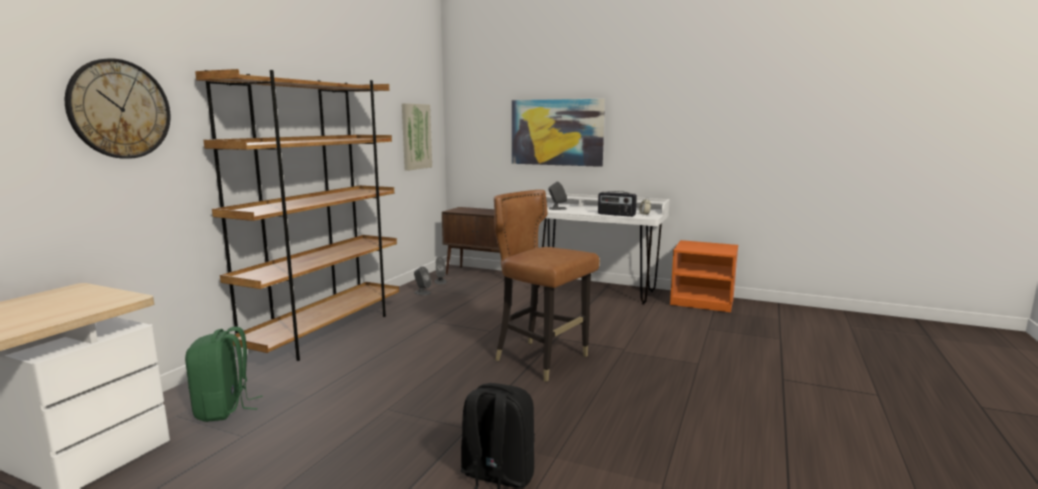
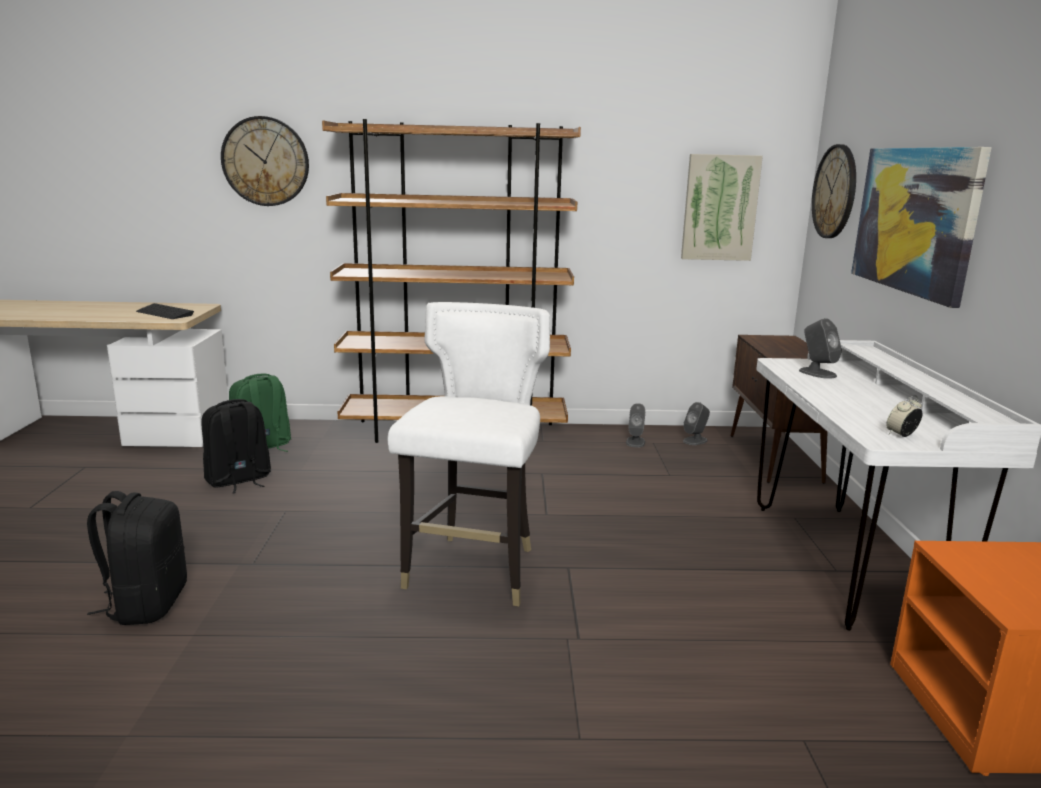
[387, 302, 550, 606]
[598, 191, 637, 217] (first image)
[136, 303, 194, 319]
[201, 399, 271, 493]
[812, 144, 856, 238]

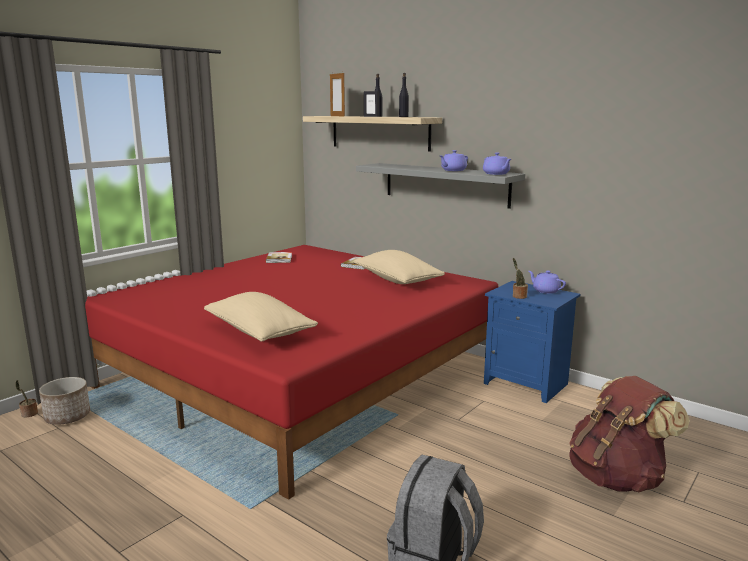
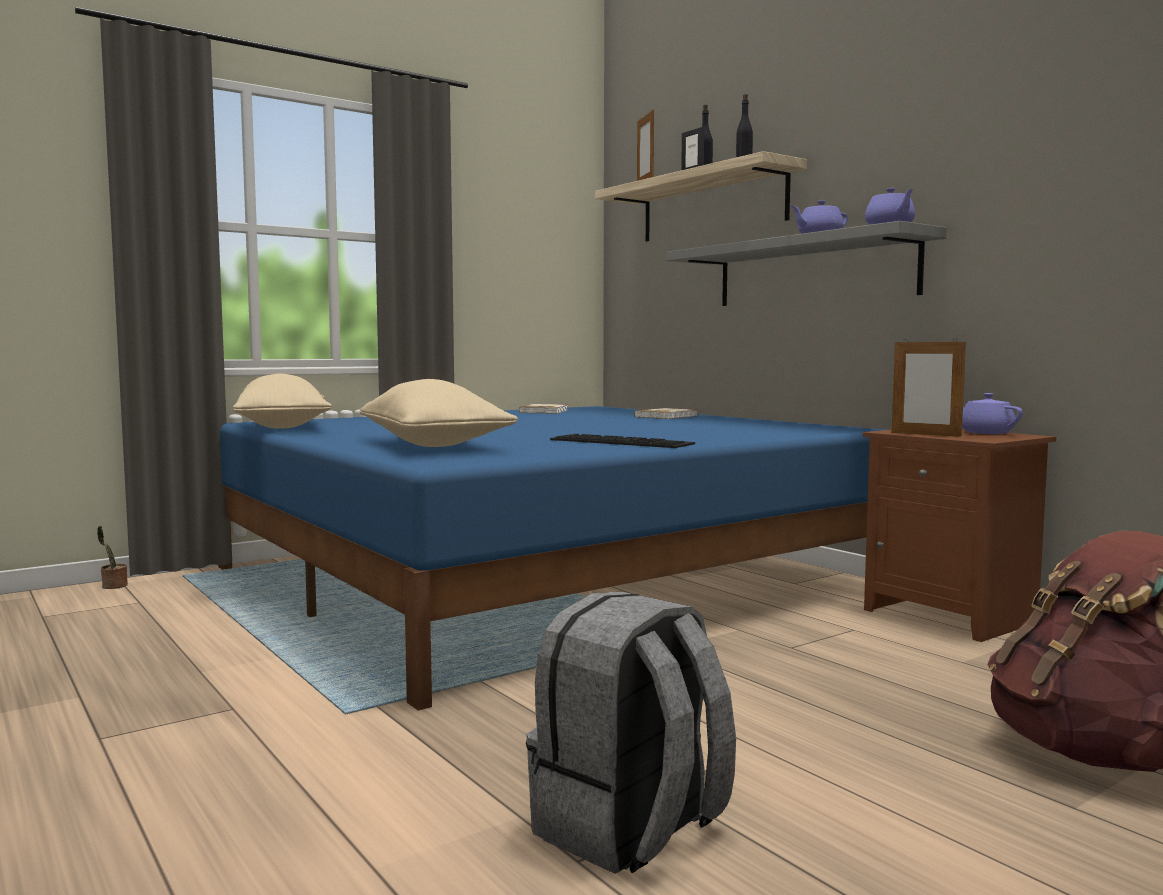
[39, 377, 90, 425] (first image)
[218, 406, 884, 711]
[233, 374, 332, 429]
[863, 429, 1056, 642]
[892, 338, 966, 437]
[550, 434, 695, 448]

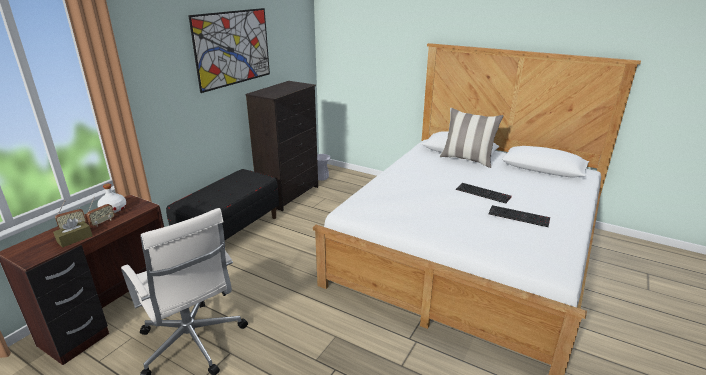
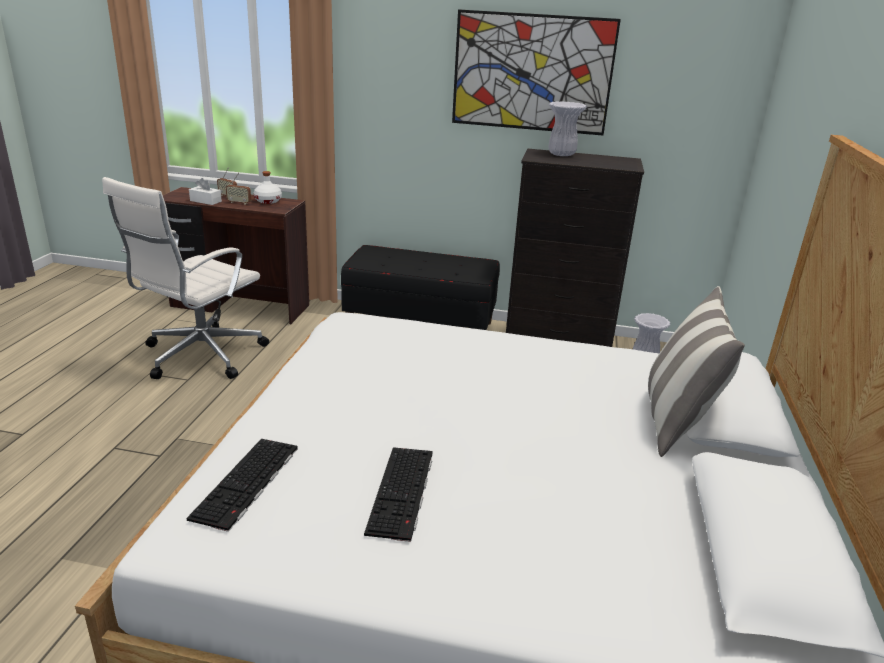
[189, 178, 222, 205]
[186, 439, 298, 532]
[548, 101, 587, 156]

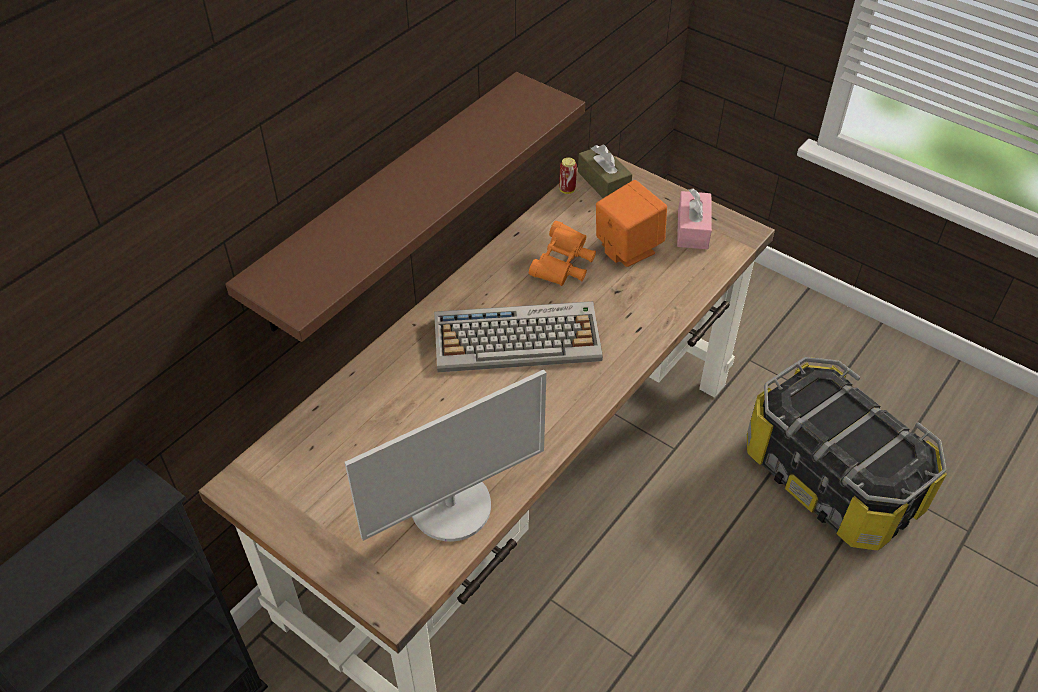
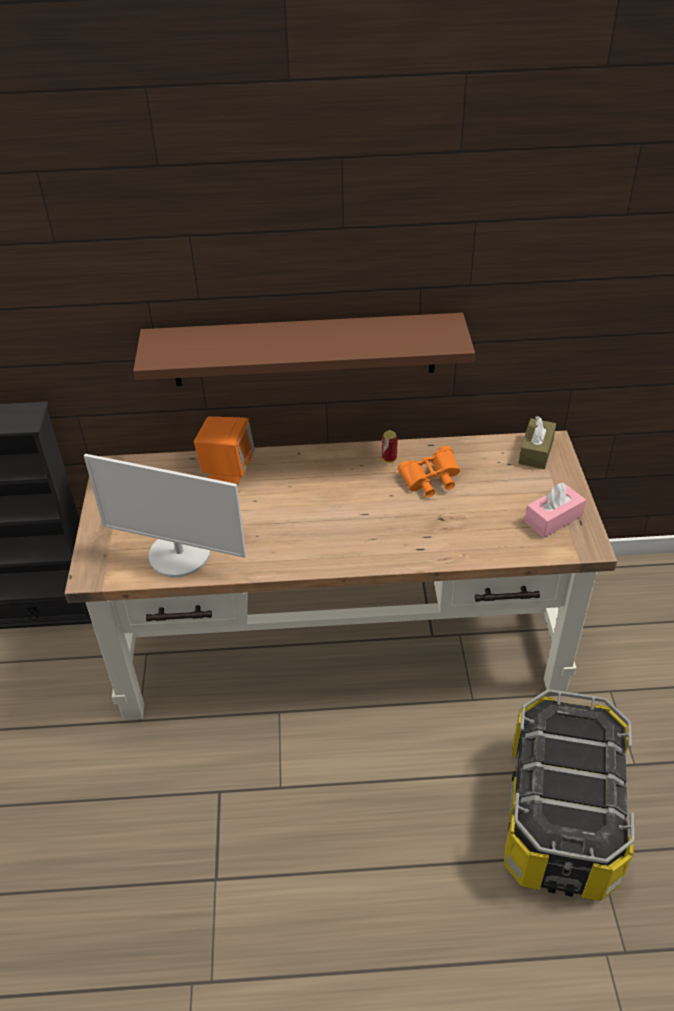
[434, 301, 603, 372] (first image)
[382, 431, 398, 463]
[194, 417, 255, 484]

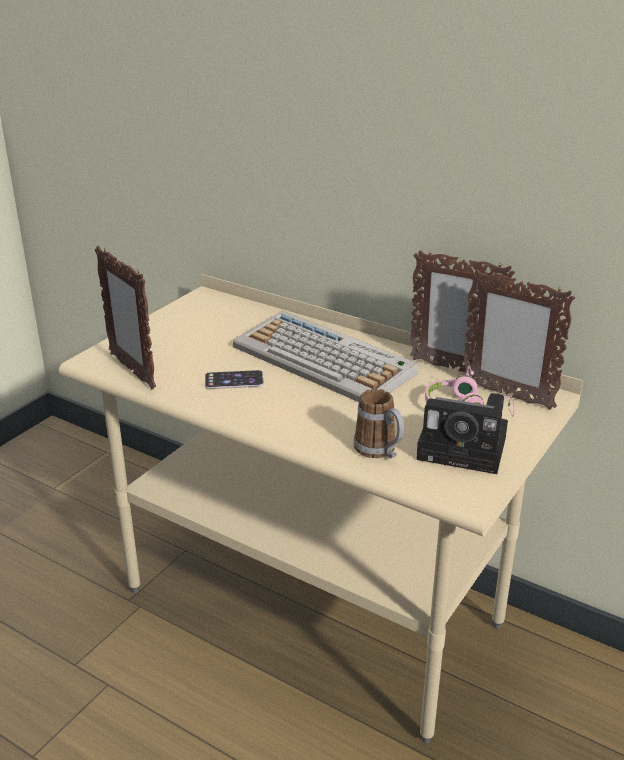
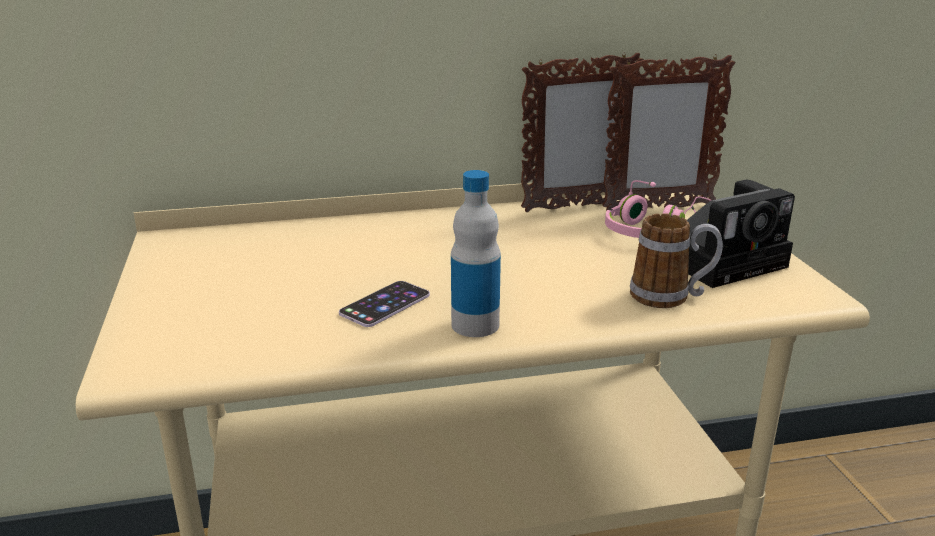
[95, 246, 156, 389] (first image)
[233, 311, 418, 402] (first image)
[451, 170, 501, 337]

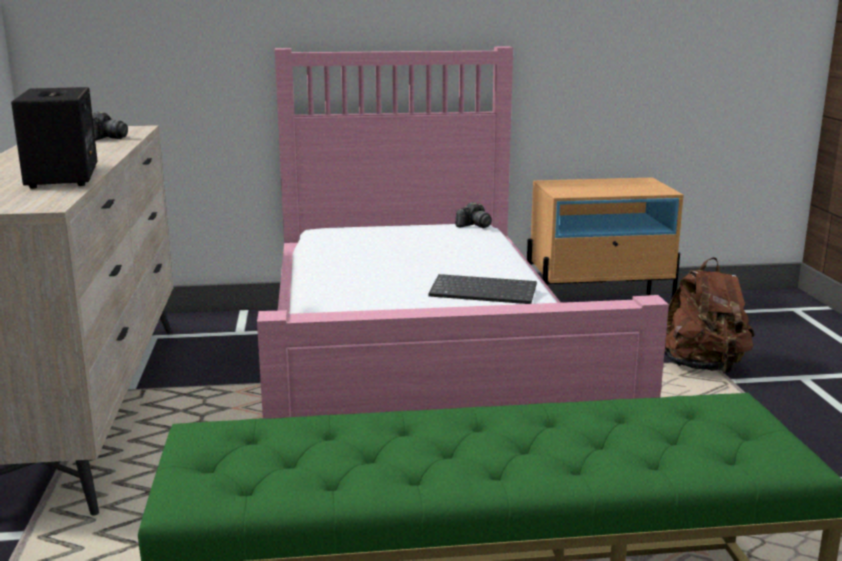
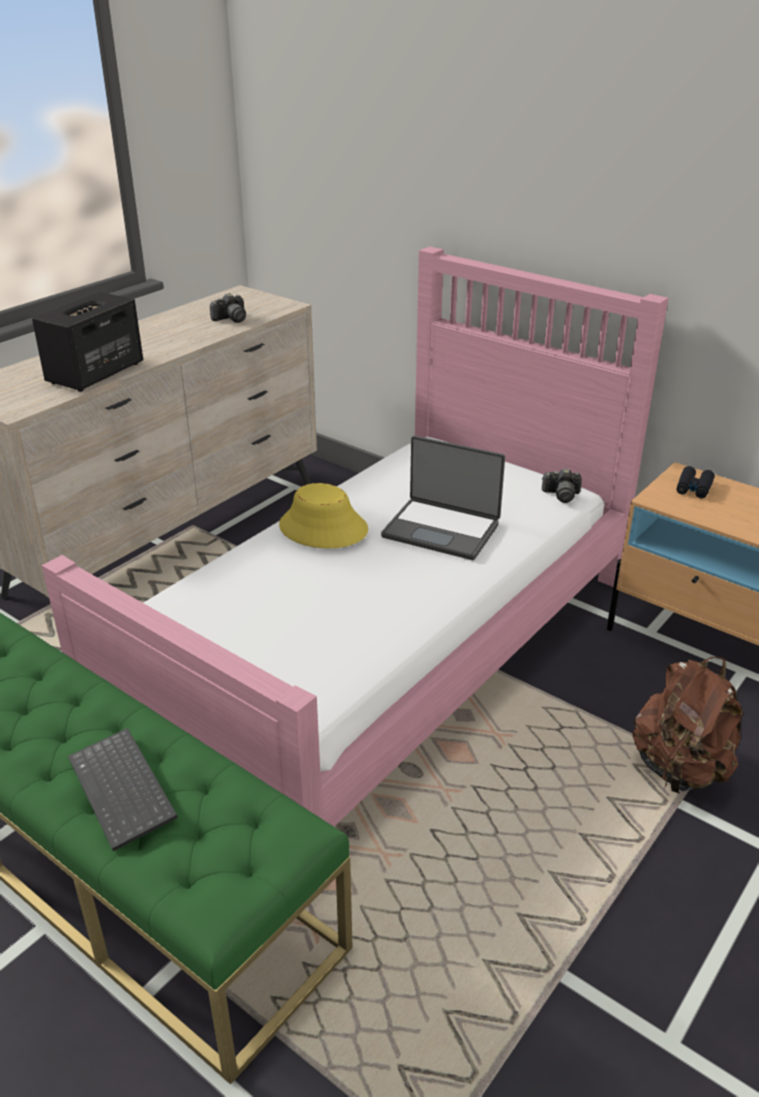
[68, 728, 178, 851]
[279, 483, 368, 548]
[381, 436, 505, 560]
[677, 466, 715, 498]

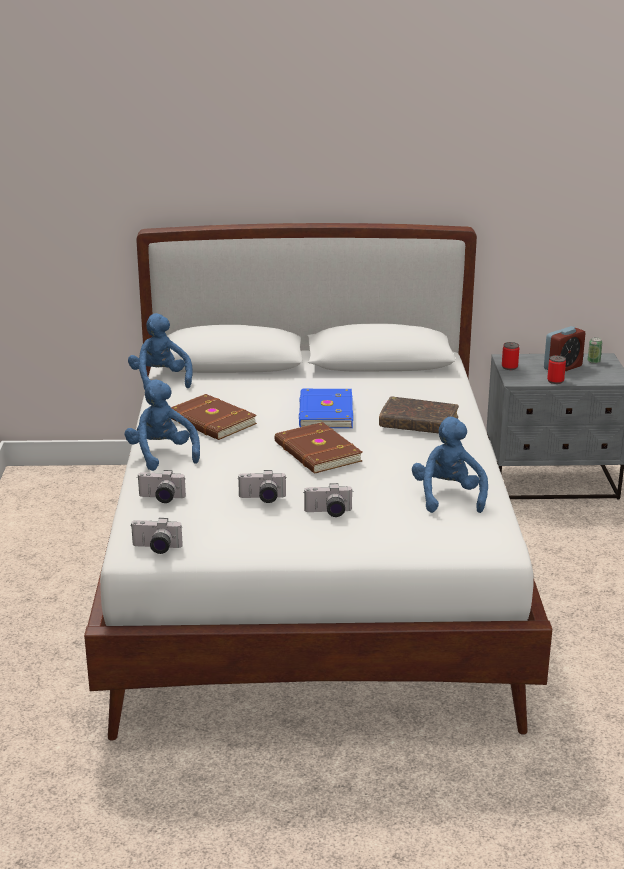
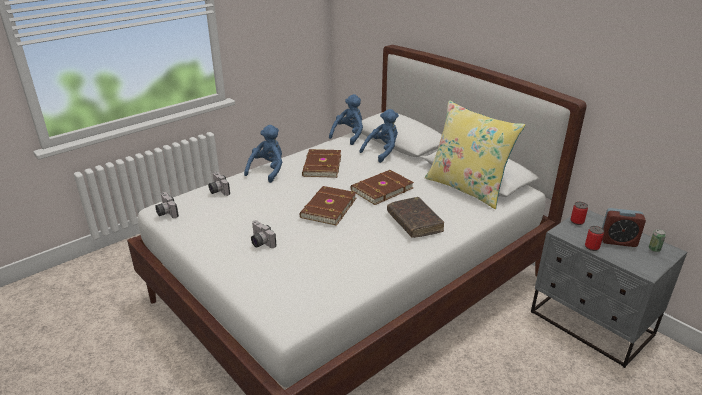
[238, 470, 287, 503] (first image)
[351, 170, 414, 205]
[360, 109, 399, 163]
[425, 100, 525, 209]

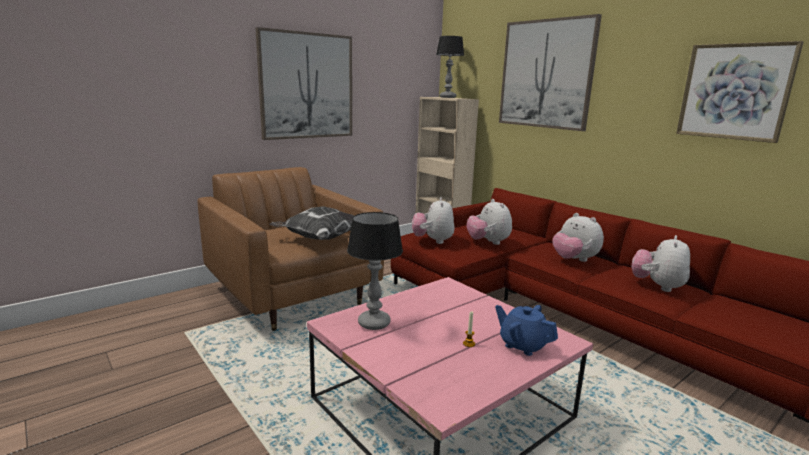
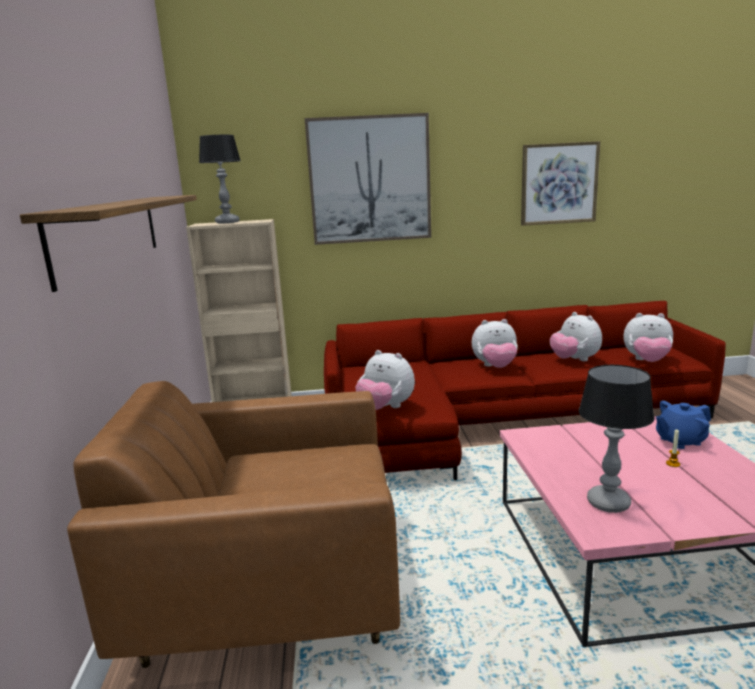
[20, 195, 197, 292]
[269, 206, 354, 240] (first image)
[624, 313, 673, 362]

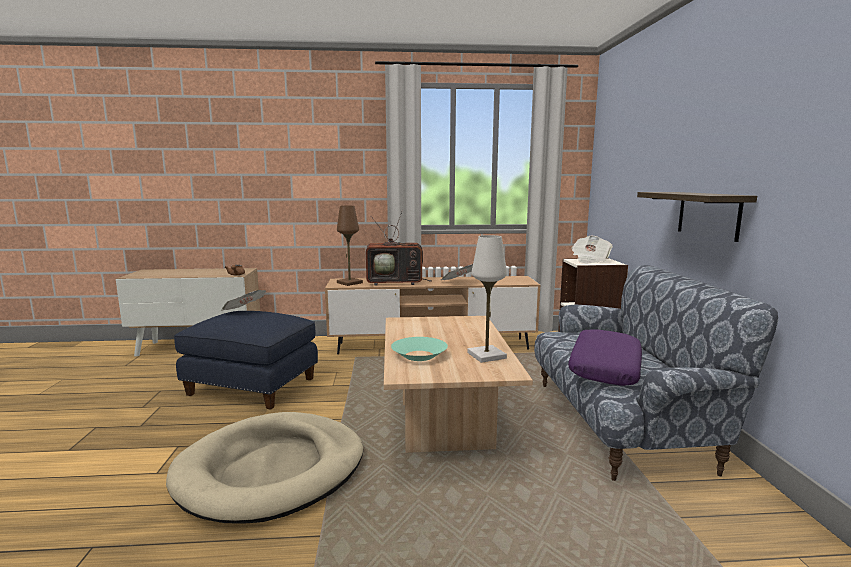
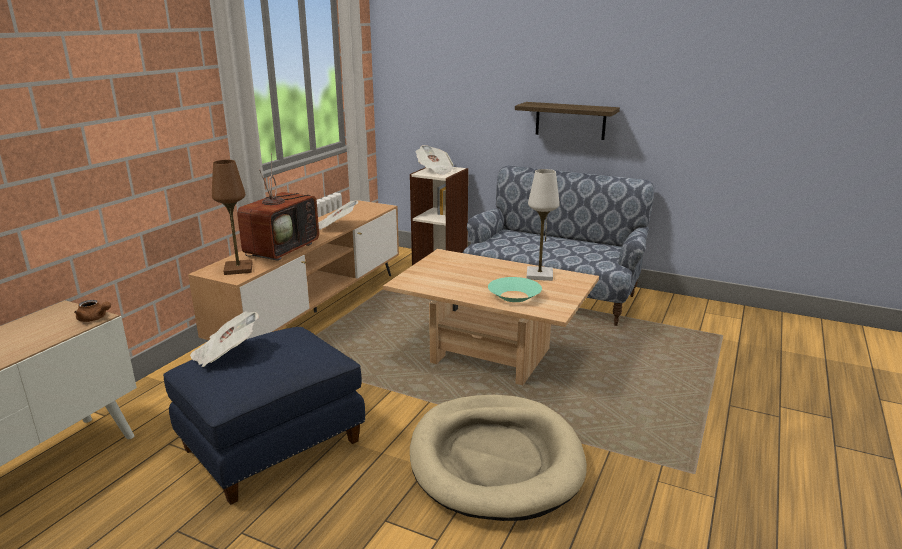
[568, 329, 642, 386] (first image)

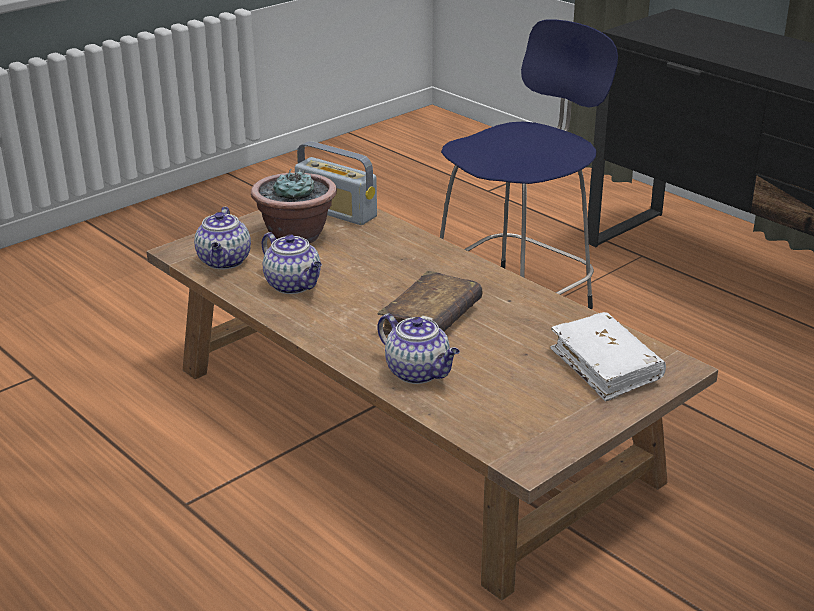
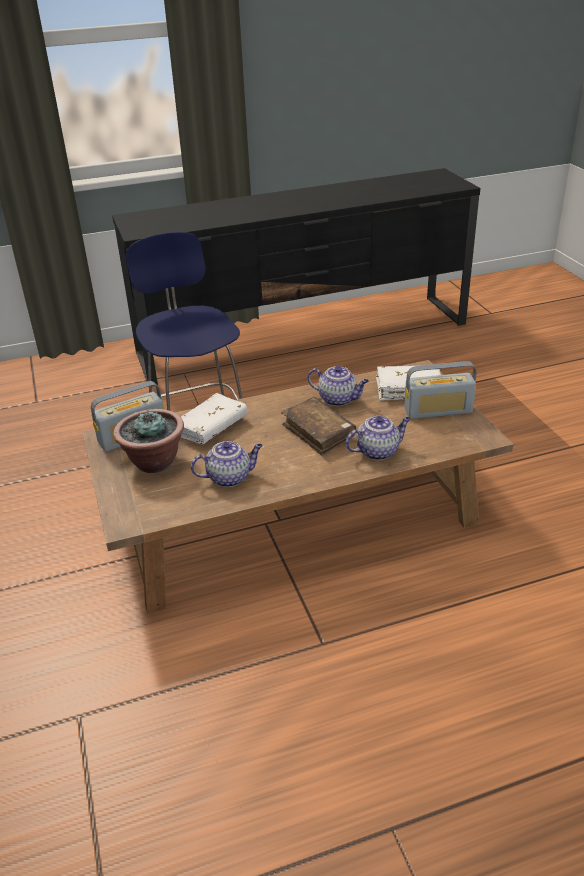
[308, 366, 369, 406]
[181, 393, 248, 444]
[404, 361, 476, 419]

